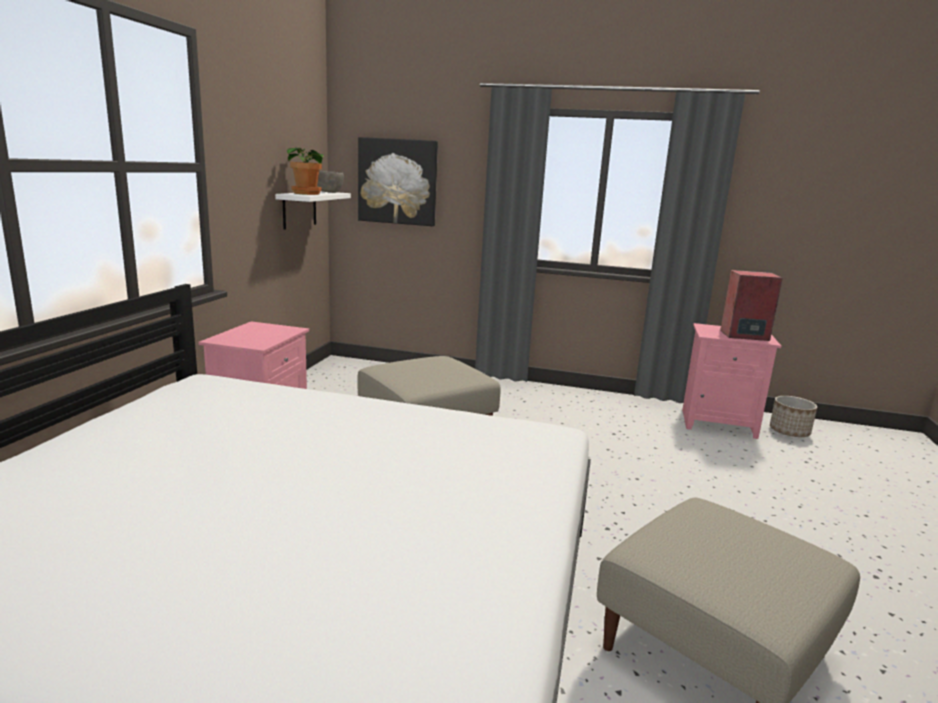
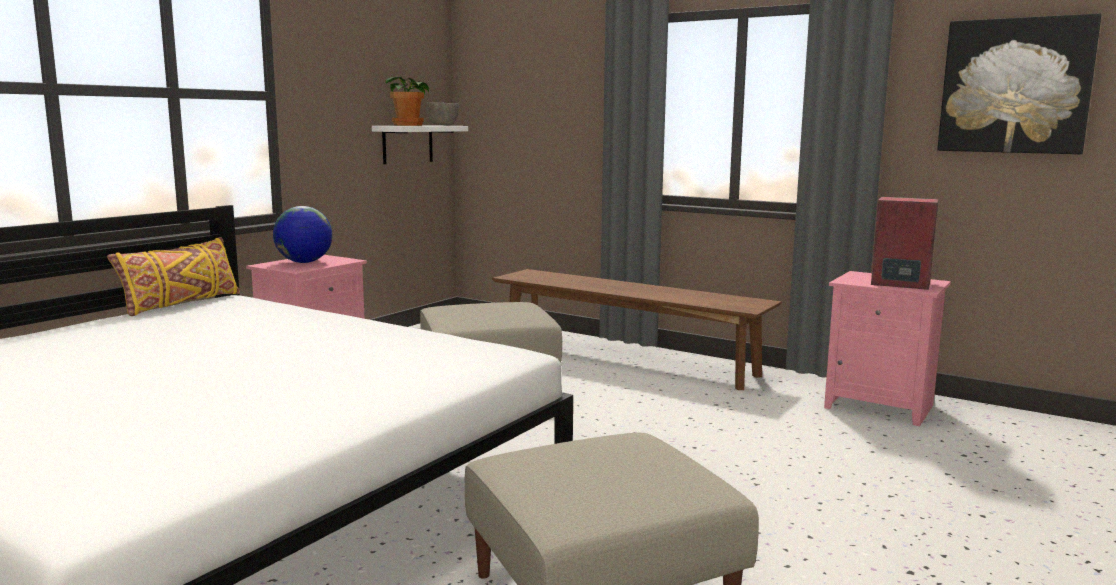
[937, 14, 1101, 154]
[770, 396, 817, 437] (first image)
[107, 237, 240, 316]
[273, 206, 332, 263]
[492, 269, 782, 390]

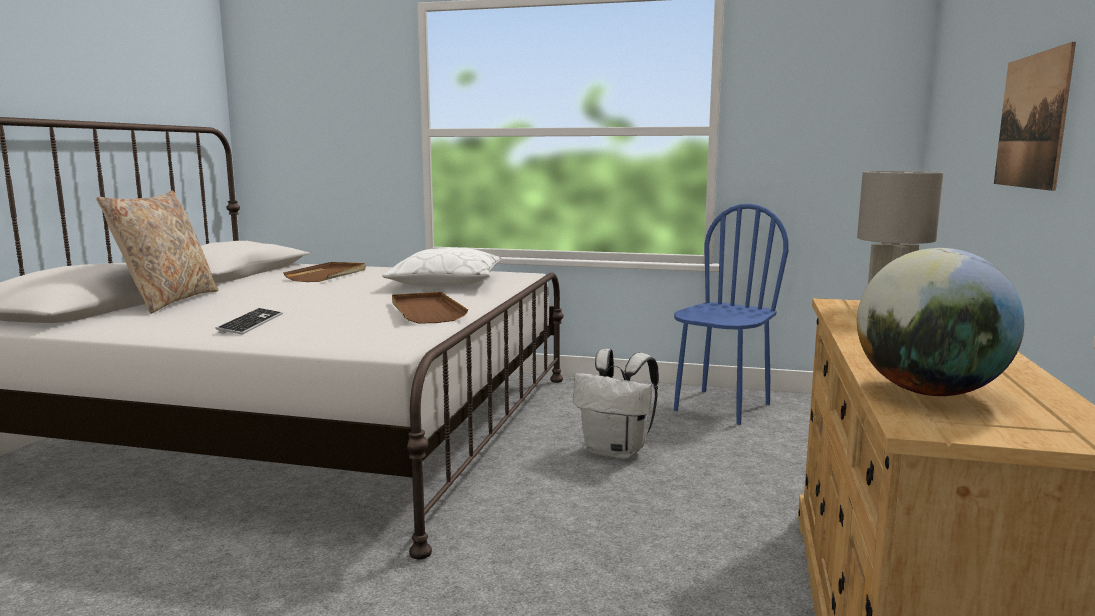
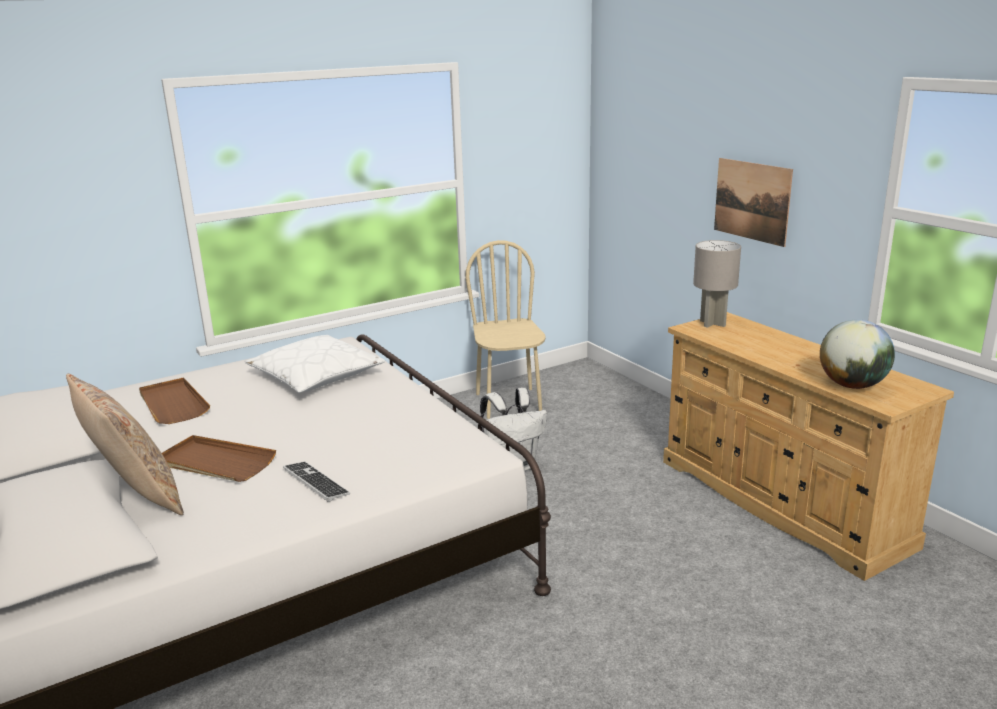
[162, 435, 276, 482]
[465, 240, 546, 419]

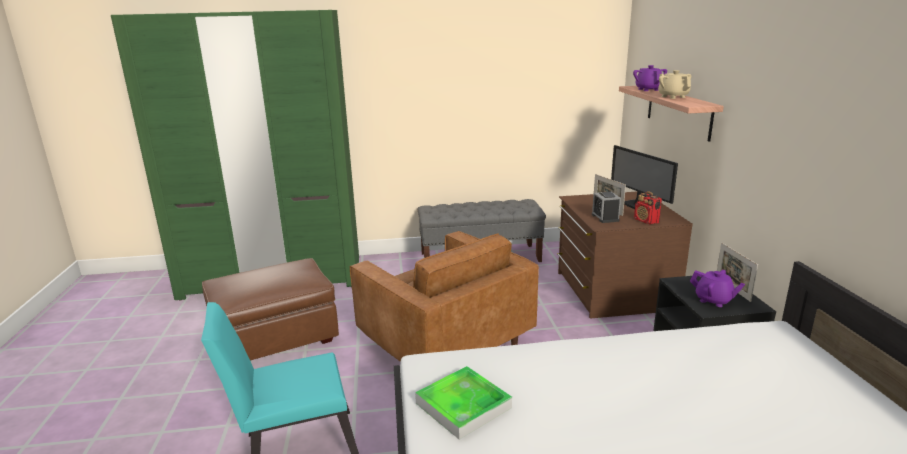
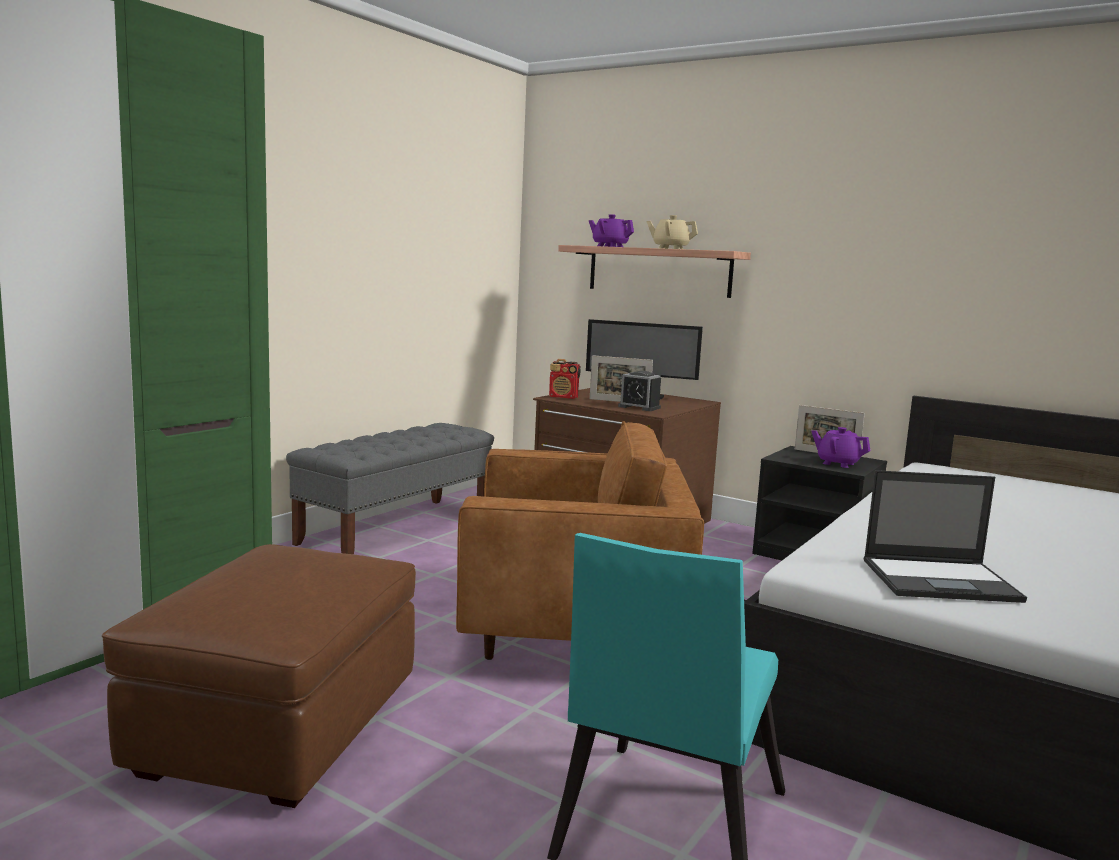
[864, 470, 1027, 603]
[549, 359, 581, 399]
[811, 427, 870, 468]

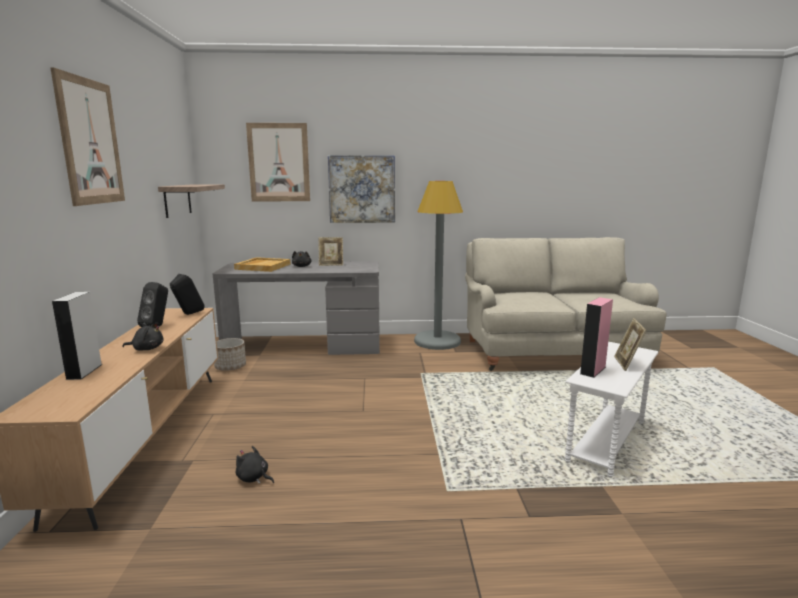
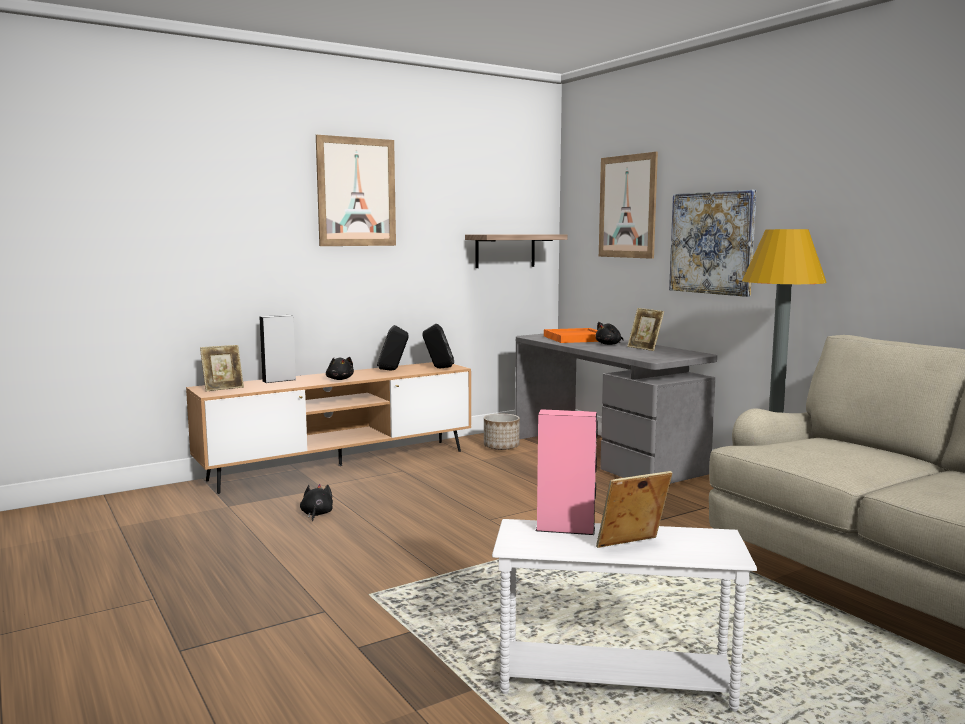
[544, 328, 598, 343]
[200, 345, 244, 392]

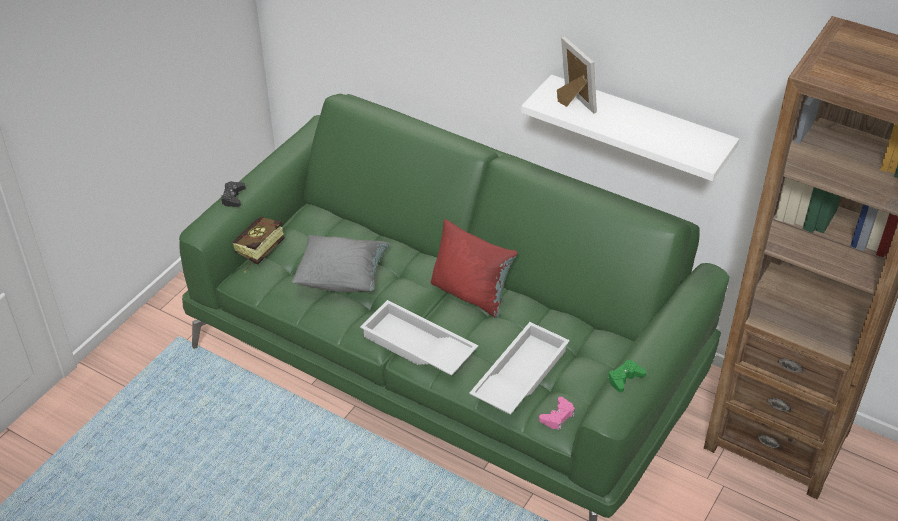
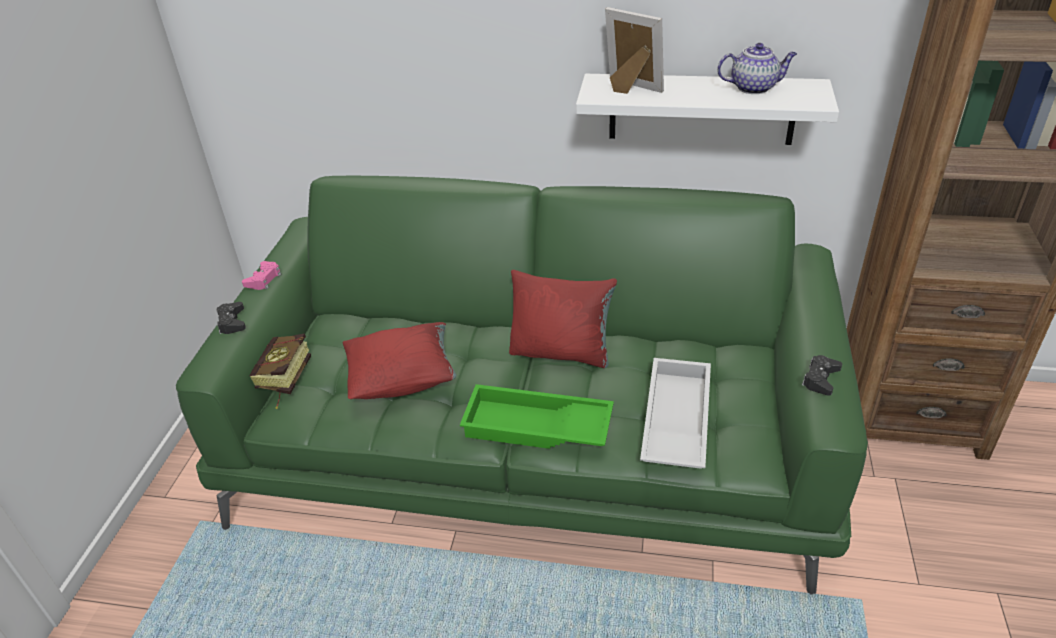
[343, 322, 456, 399]
[460, 384, 614, 449]
[242, 261, 281, 290]
[802, 355, 842, 396]
[717, 43, 797, 94]

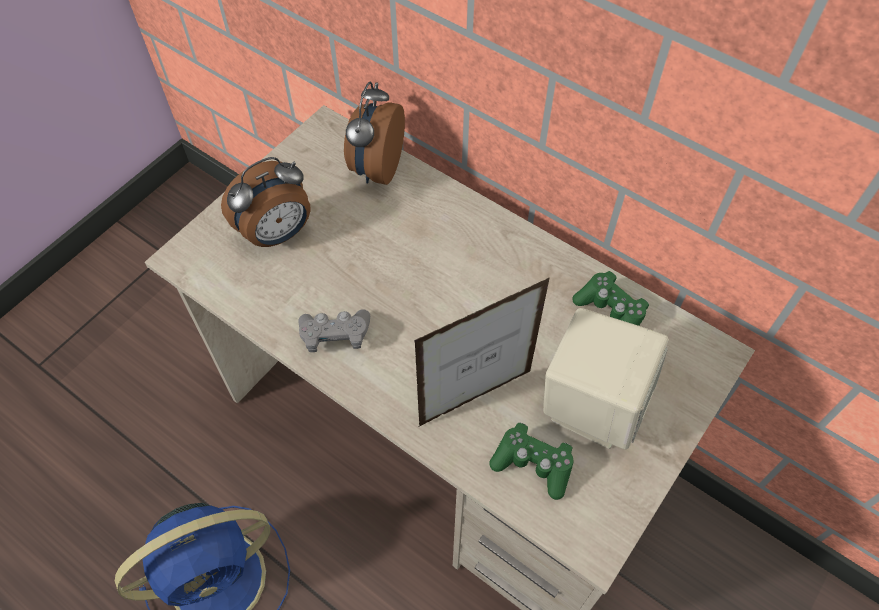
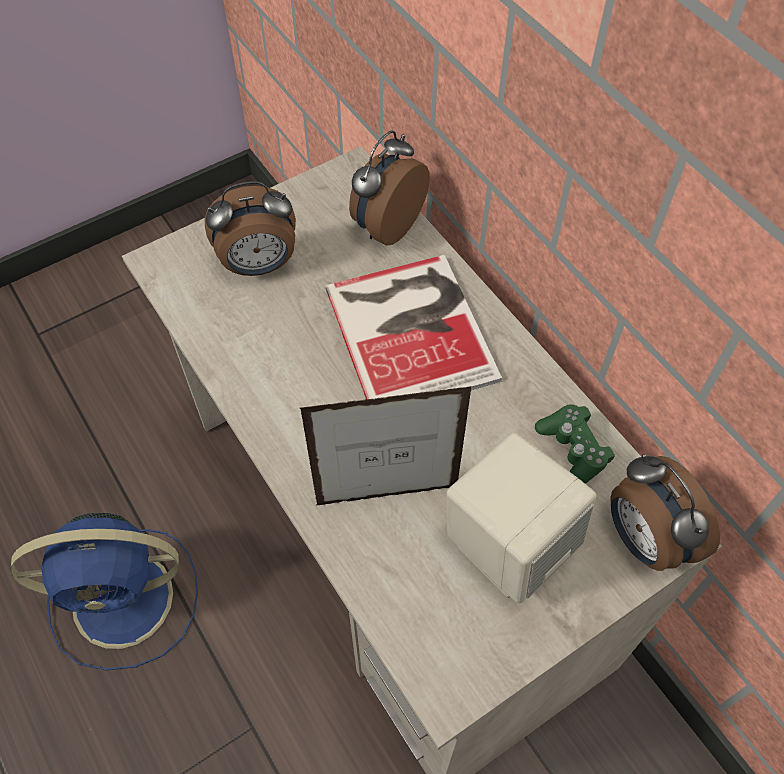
[298, 309, 370, 352] (first image)
[489, 423, 573, 500] (first image)
[325, 255, 502, 399]
[610, 454, 720, 571]

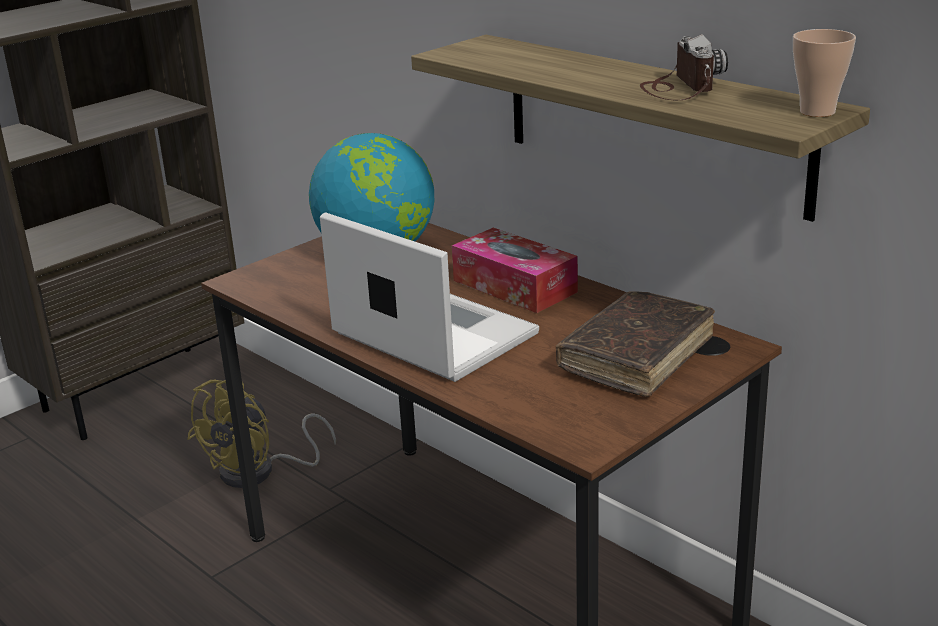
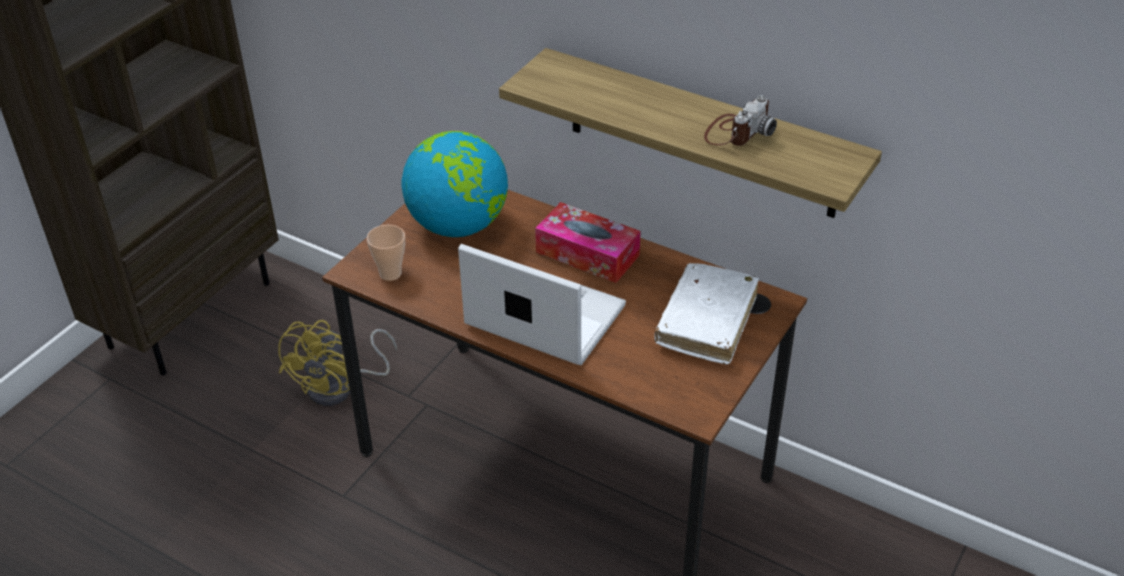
[655, 263, 759, 365]
[704, 95, 777, 146]
[367, 225, 405, 281]

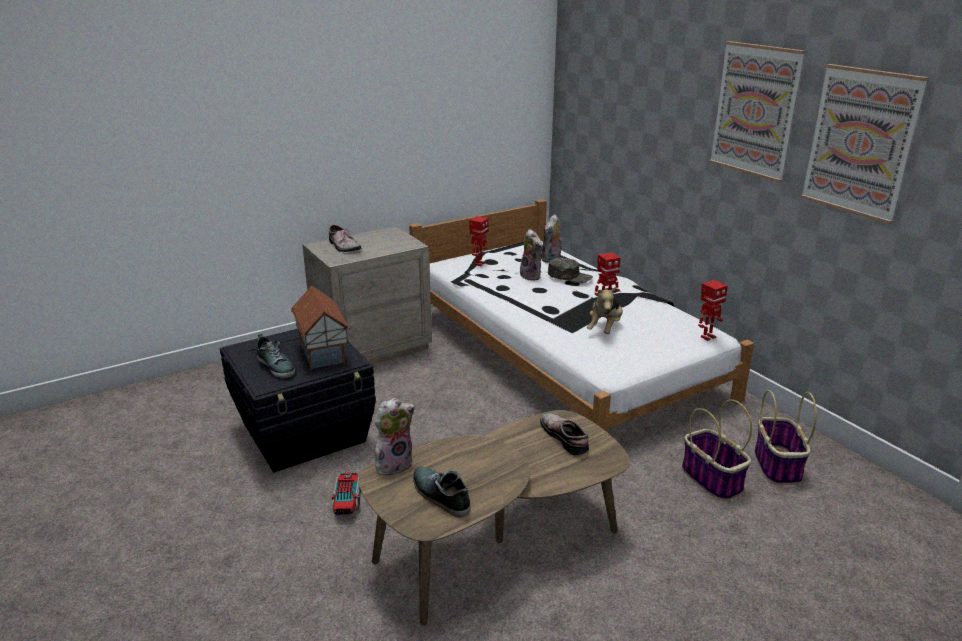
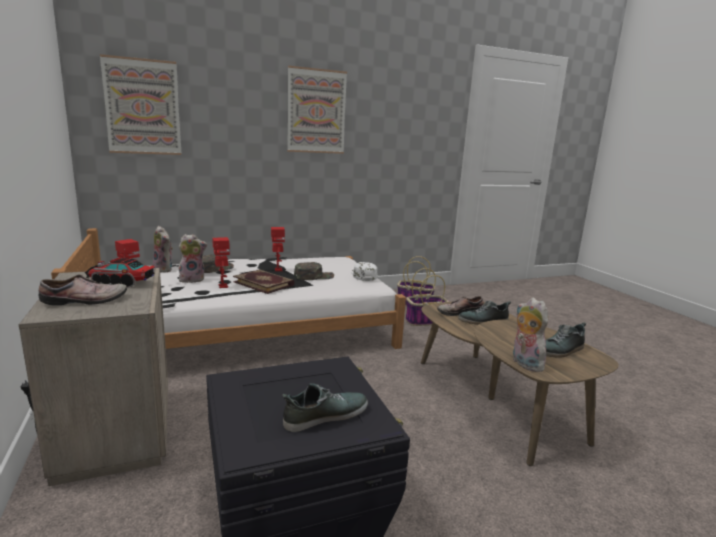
[291, 285, 350, 370] (first image)
[85, 257, 155, 288]
[294, 262, 334, 280]
[212, 237, 230, 288]
[100, 54, 181, 155]
[233, 270, 294, 294]
[351, 262, 377, 281]
[458, 300, 511, 325]

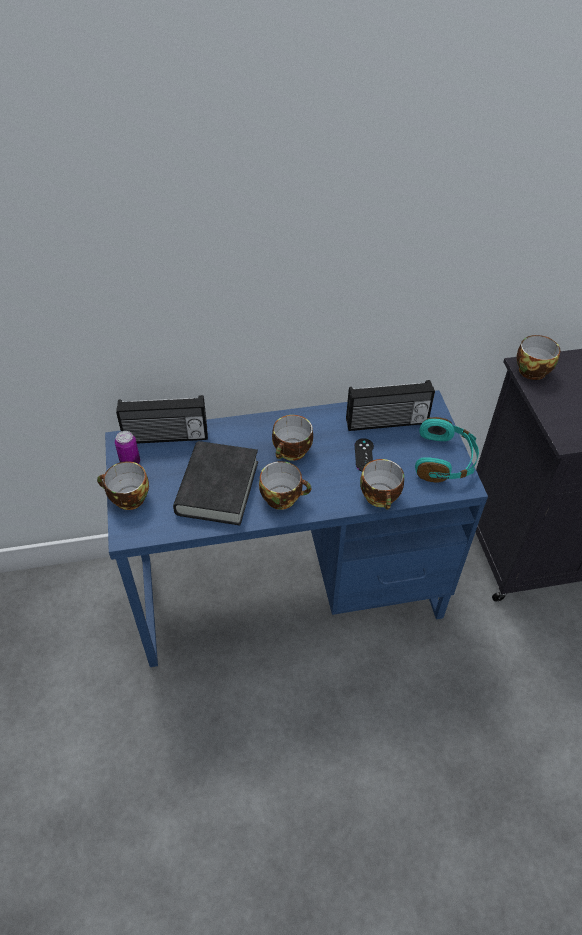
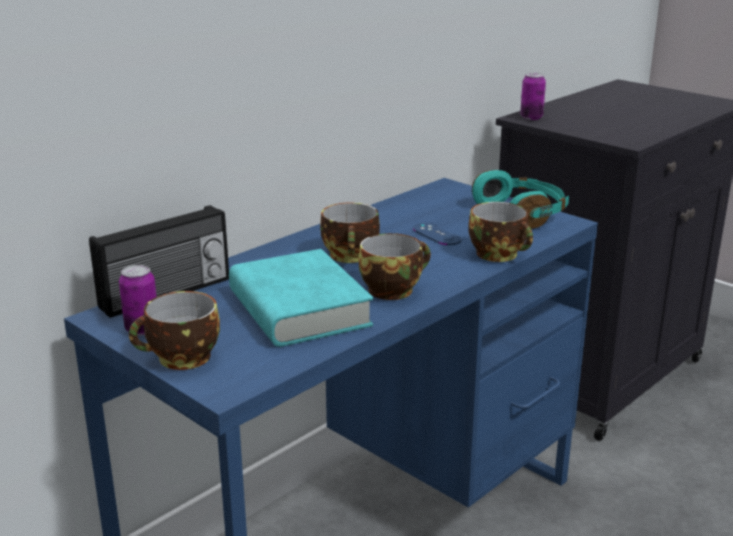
[229, 249, 373, 347]
[346, 380, 435, 431] (first image)
[413, 223, 462, 245]
[520, 73, 546, 120]

